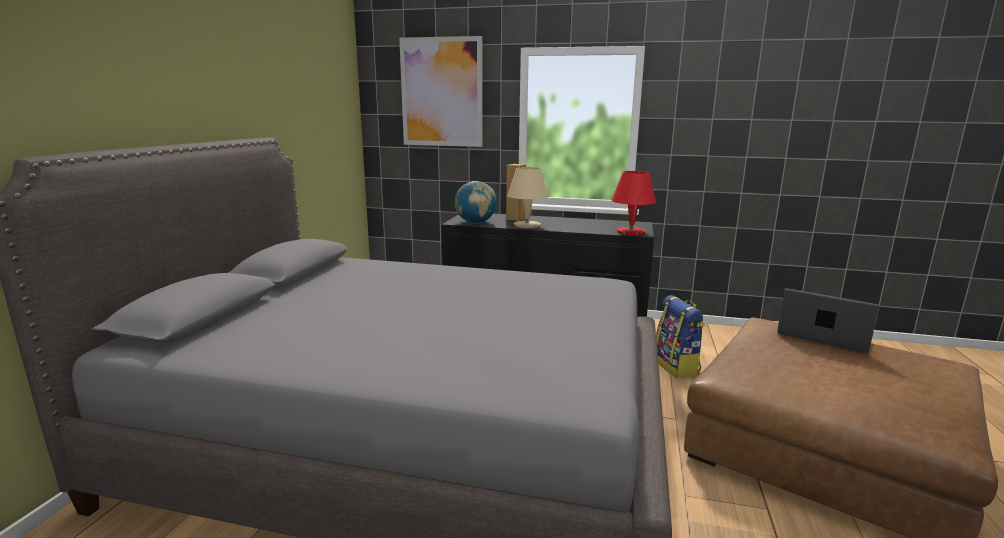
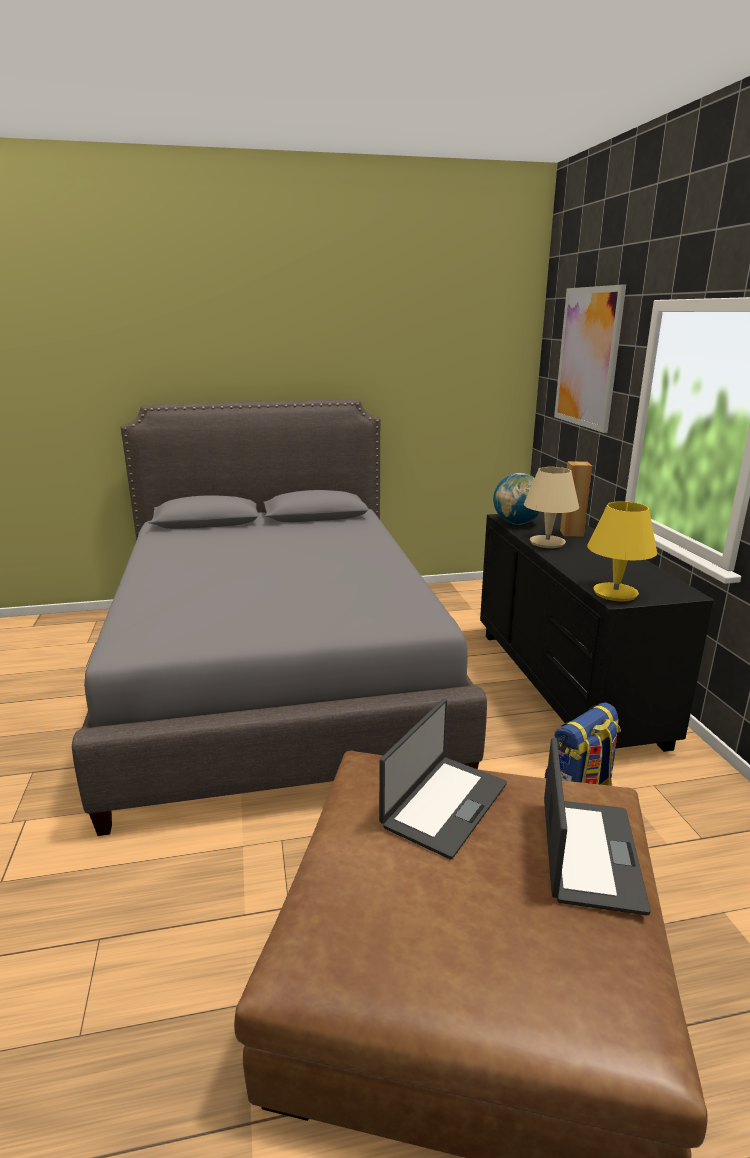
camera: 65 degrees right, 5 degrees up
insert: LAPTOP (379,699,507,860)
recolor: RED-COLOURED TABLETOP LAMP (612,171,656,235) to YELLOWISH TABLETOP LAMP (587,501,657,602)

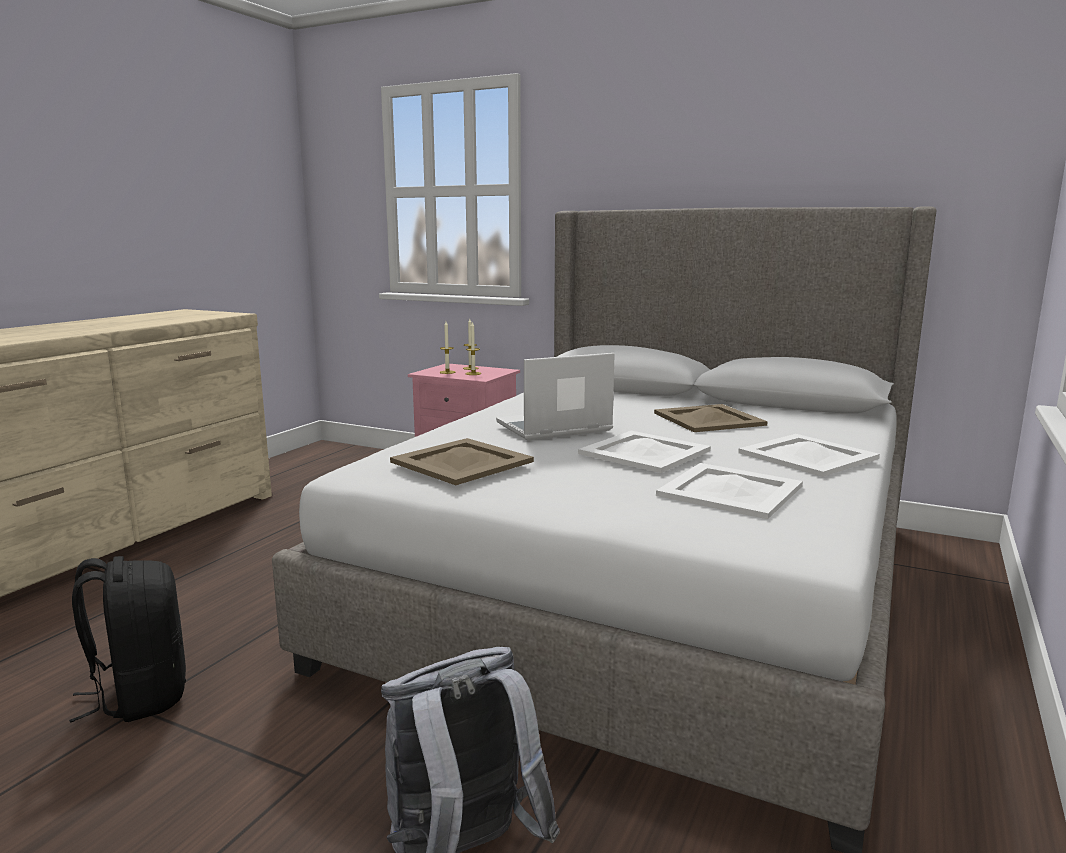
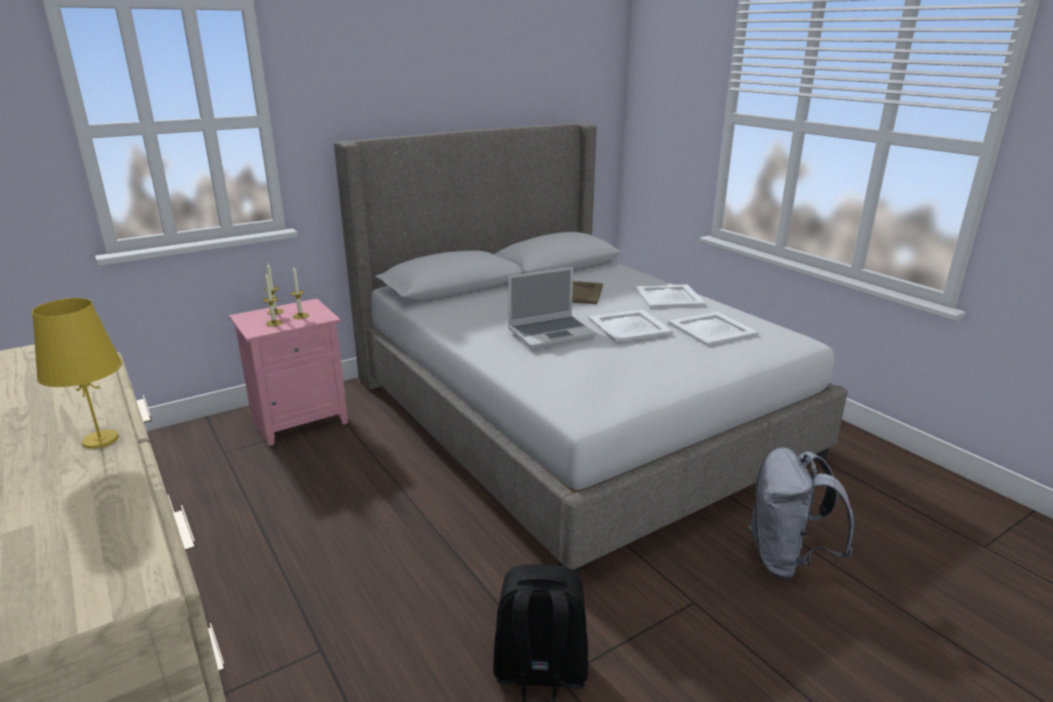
camera: 60 degrees left, 10 degrees up
delete: BEIGE-COLOURED TRAY (390,438,534,485)
insert: YELLOWISH TABLETOP LAMP (32,298,122,449)
rotate: LAPTOP (496,353,615,441) = (508,267,596,349) 120 degrees counterclockwise

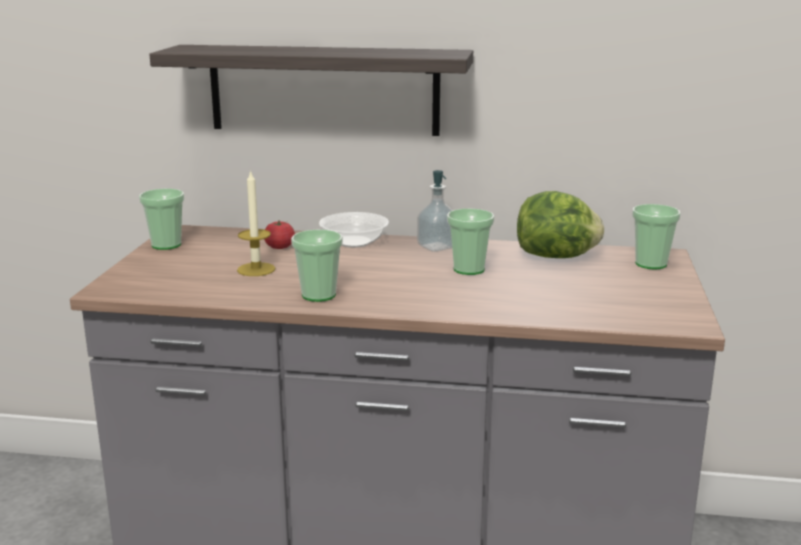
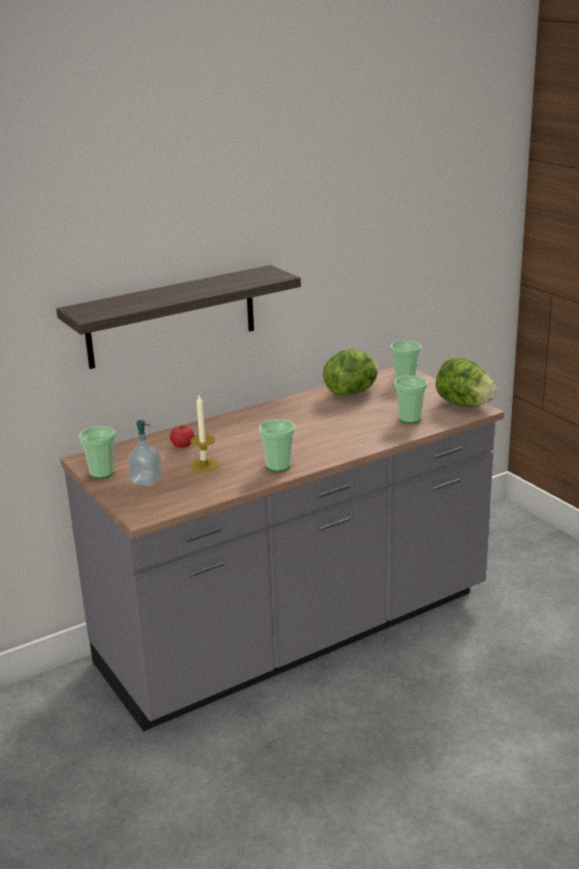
camera: 40 degrees left, 5 degrees up
delete: DEEP DISH (319,212,389,248)
insert: HEAD OF LETTUCE (436,357,497,407)
move: SOAP BOTTLE (417,170,453,252) to (128,420,162,486); DRINKING CUP (447,209,494,275) to (394,376,428,423)

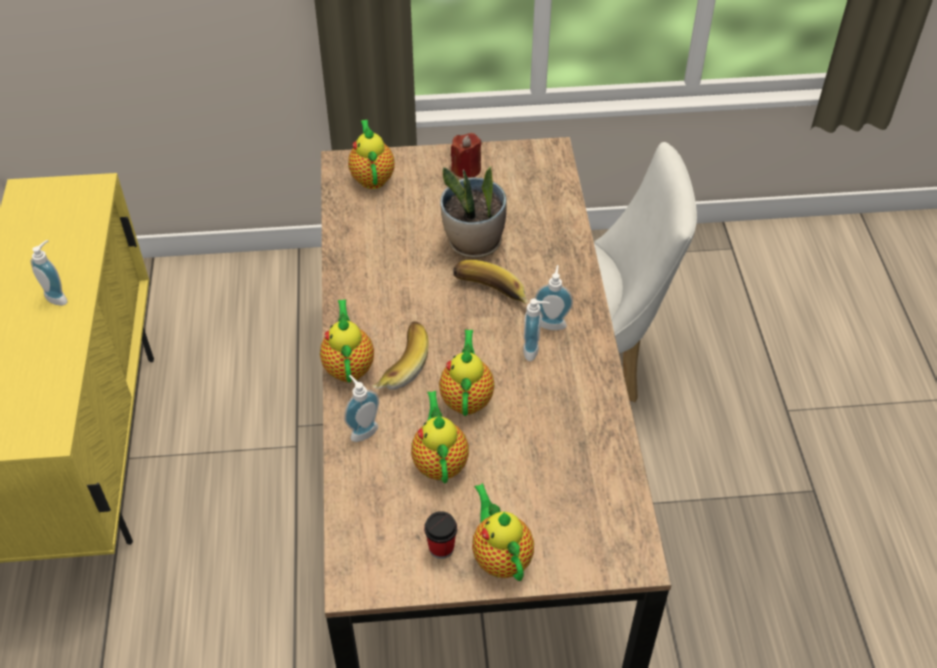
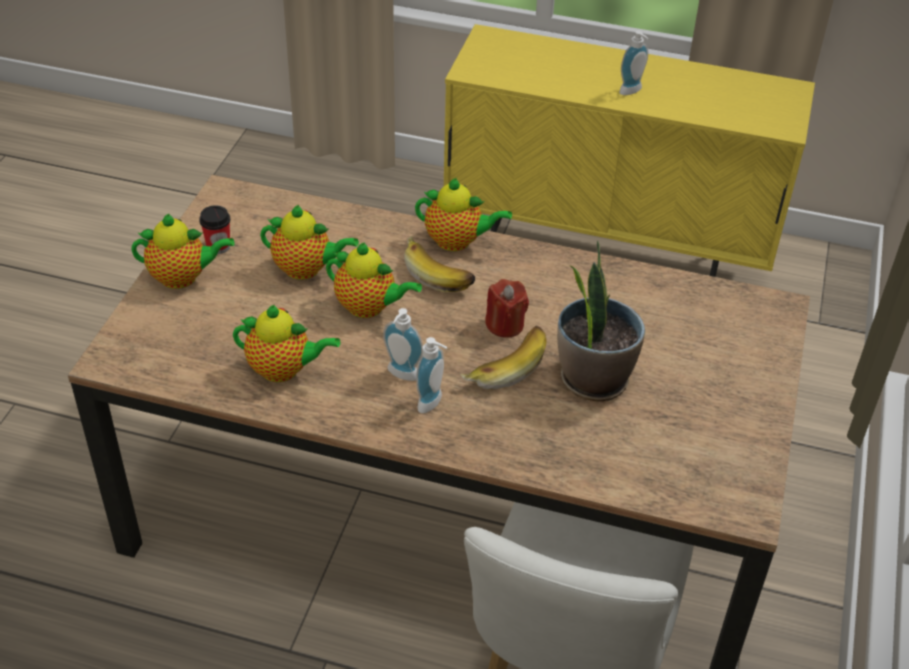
camera: 110 degrees right, 5 degrees down
delete: SOAP BOTTLE (344,375,379,442)
move: TEAPOT (348,120,395,189) to (233,305,340,382); RED-COLOURED CANDLE (451,133,481,178) to (485,279,529,338)

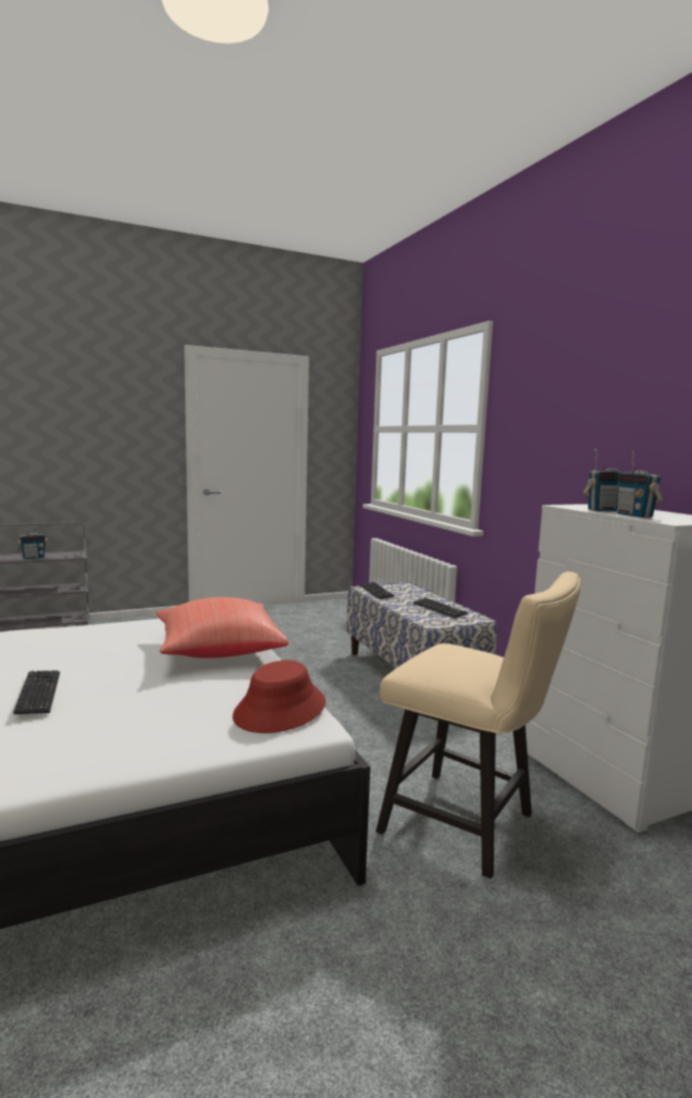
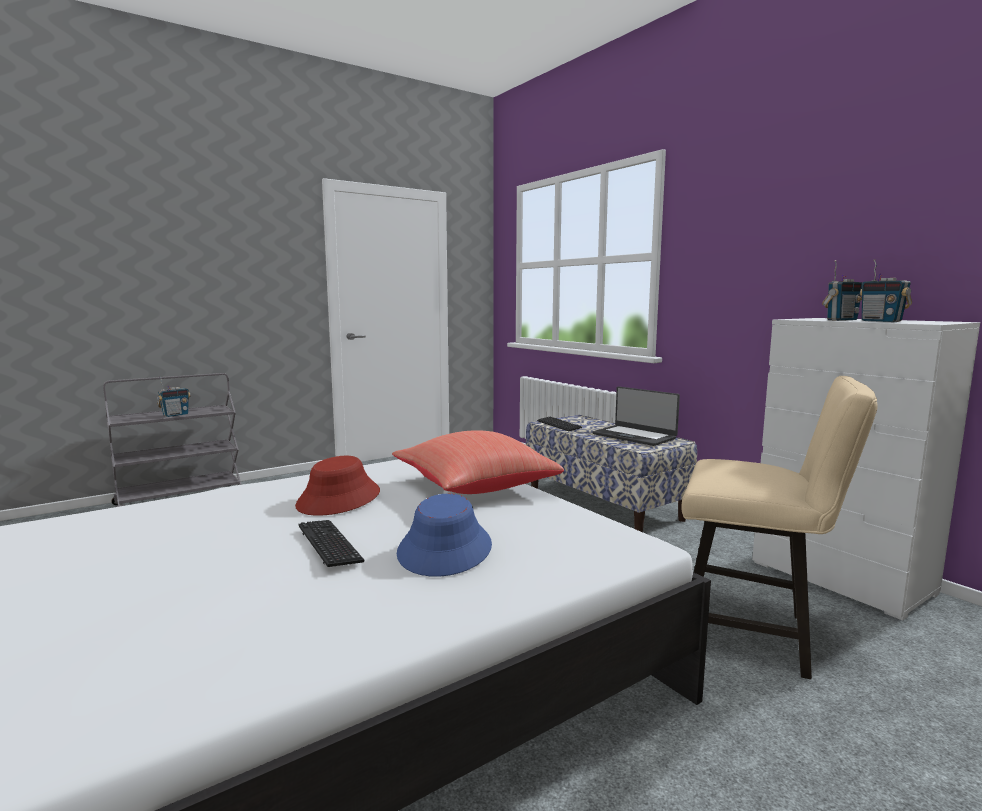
camera: 10 degrees left, 0 degrees up
insert: BLUISH WEARABLE HAT (397,494,492,577)
move: RED-COLOURED WEARABLE HAT (233,660,326,733) to (295,456,380,516)
replace: KEYBOARD (413,598,468,618) to LAPTOP (592,386,680,446)

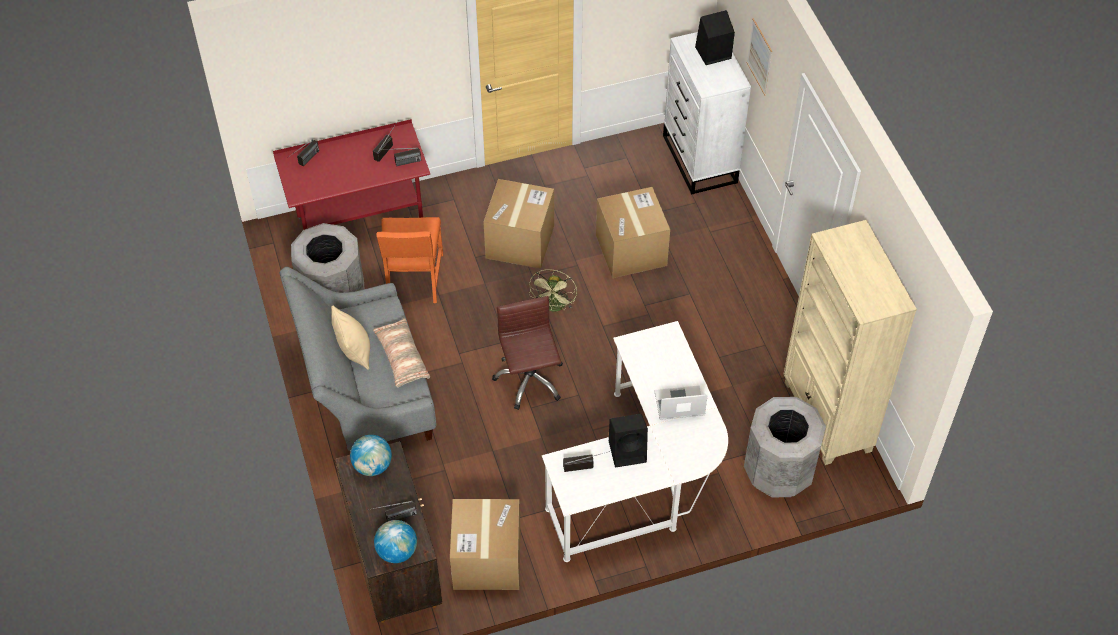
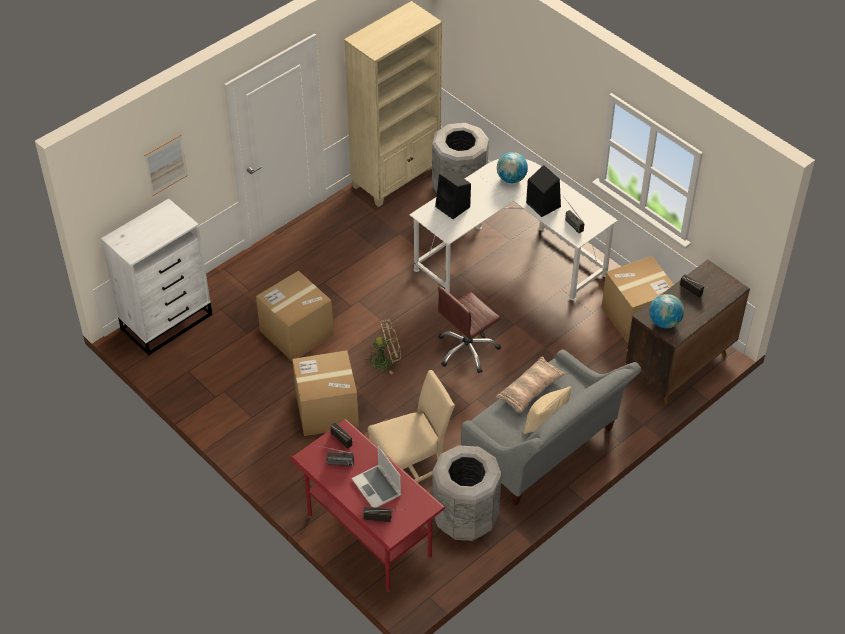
camera: 115 degrees left, 5 degrees down
move: LAPTOP (654,386,708,420) to (352,446,401,508); BLACK LOUDSPEAKER (695,10,735,65) to (435,171,471,219); DESK GLOBE (374,520,417,563) to (497,152,528,183)
recolor: ORANGE PLAIN CHAIR (376,217,443,303) to BEIGE-COLOURED PLAIN CHAIR (368,370,455,483)

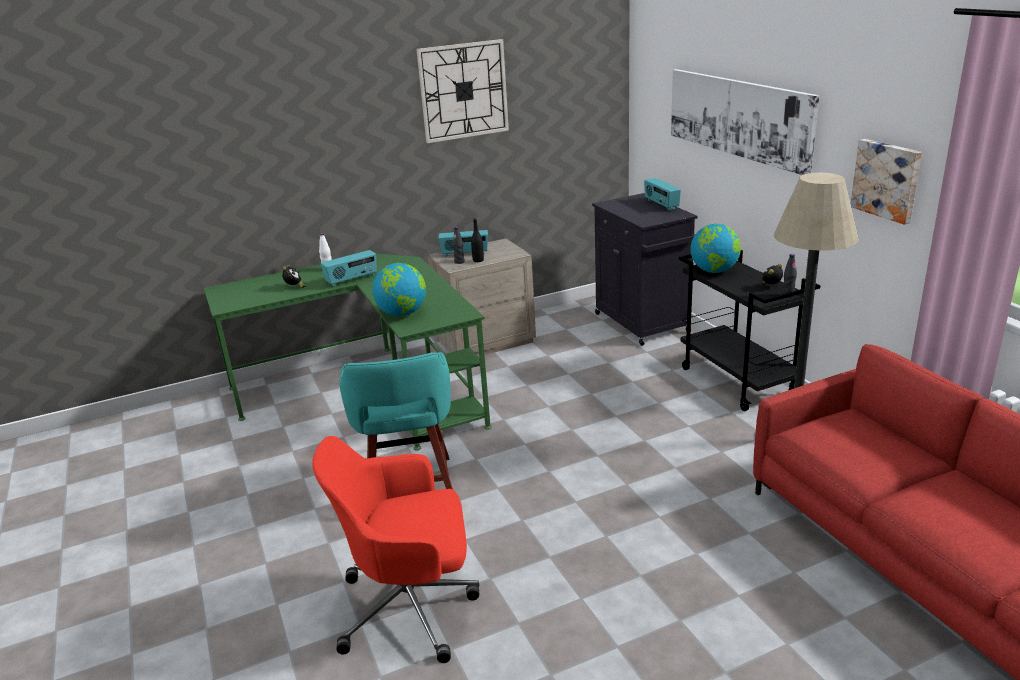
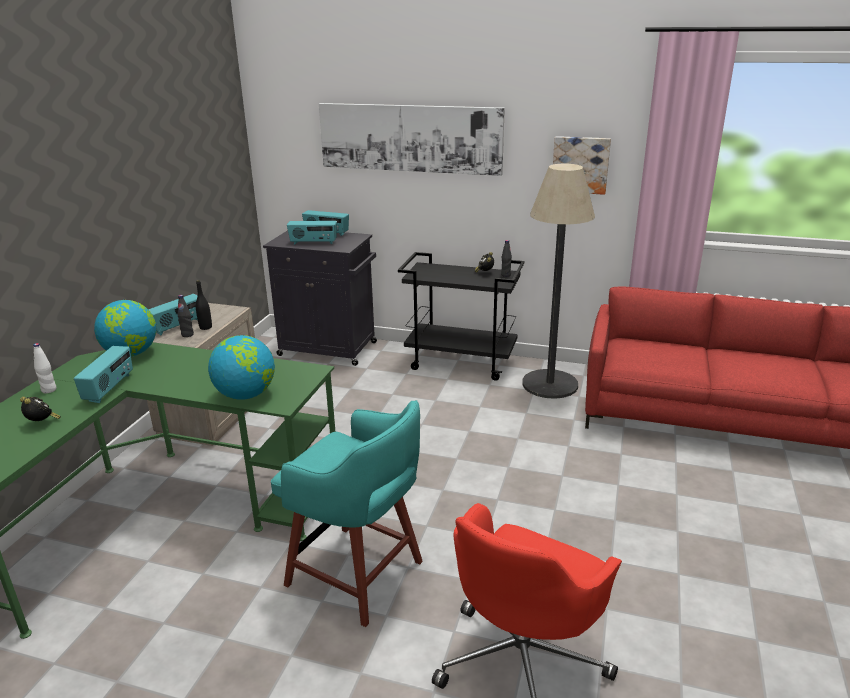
camera: 50 degrees left, 0 degrees up
delete: CLOCK ON THE WALL (416,39,509,143)
insert: RADIO RECEIVER (287,221,337,244)
move: DESK GLOBE (690,224,741,273) to (94,300,156,357)

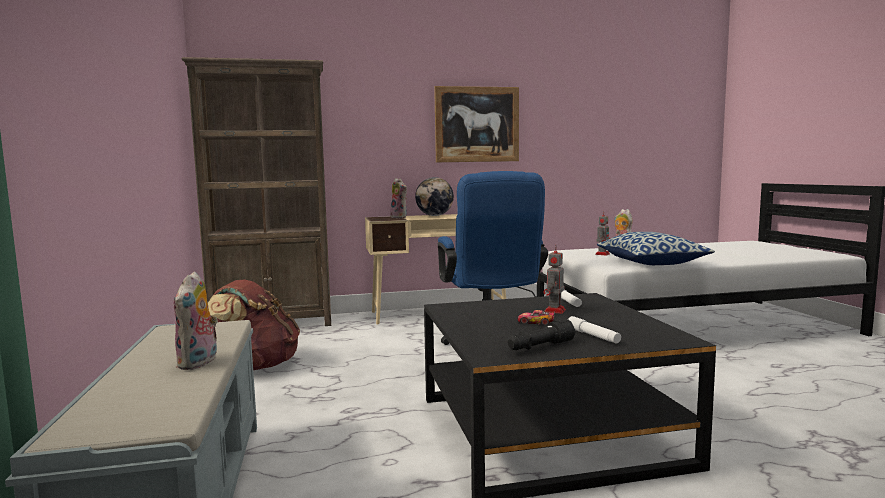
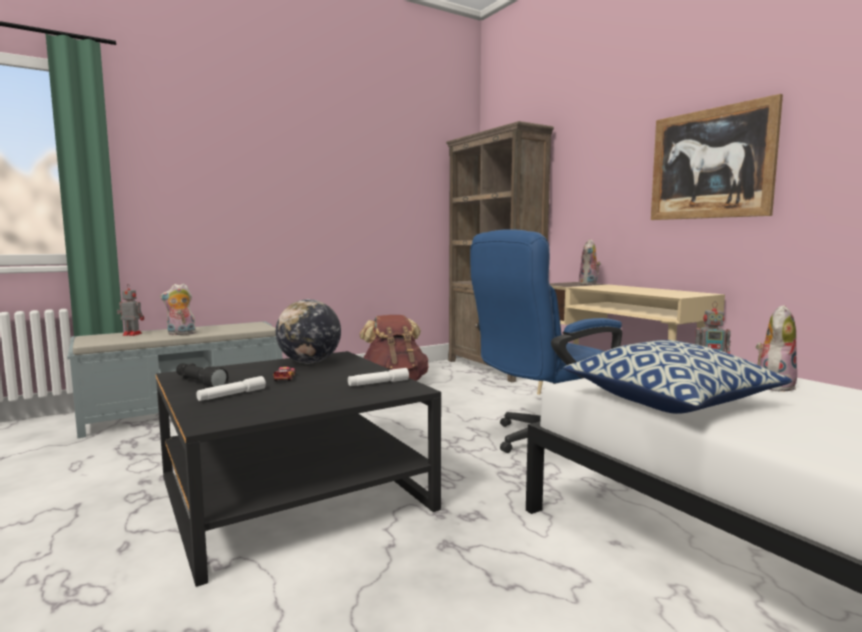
camera: 70 degrees right, 0 degrees up
move: TOY ROBOT (544,245,566,314) to (117,287,144,336); DESK GLOBE (415,177,454,216) to (276,299,341,364)

